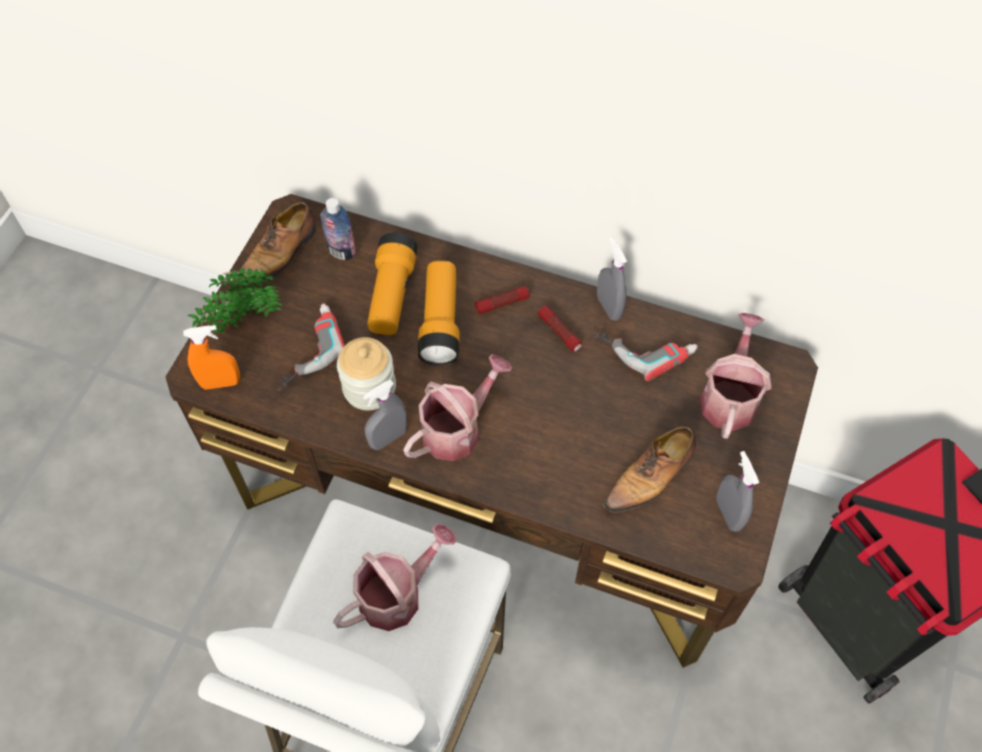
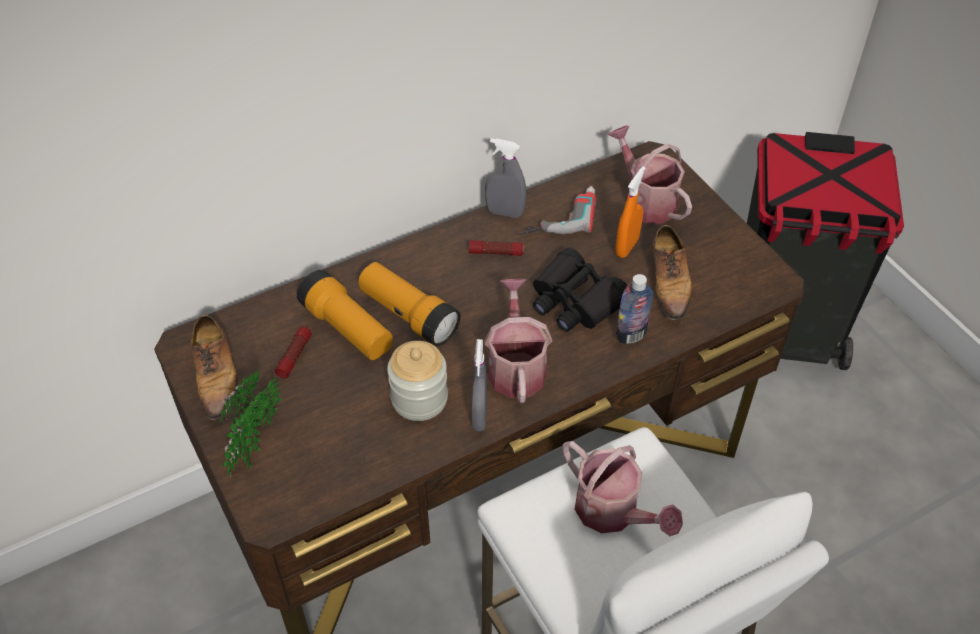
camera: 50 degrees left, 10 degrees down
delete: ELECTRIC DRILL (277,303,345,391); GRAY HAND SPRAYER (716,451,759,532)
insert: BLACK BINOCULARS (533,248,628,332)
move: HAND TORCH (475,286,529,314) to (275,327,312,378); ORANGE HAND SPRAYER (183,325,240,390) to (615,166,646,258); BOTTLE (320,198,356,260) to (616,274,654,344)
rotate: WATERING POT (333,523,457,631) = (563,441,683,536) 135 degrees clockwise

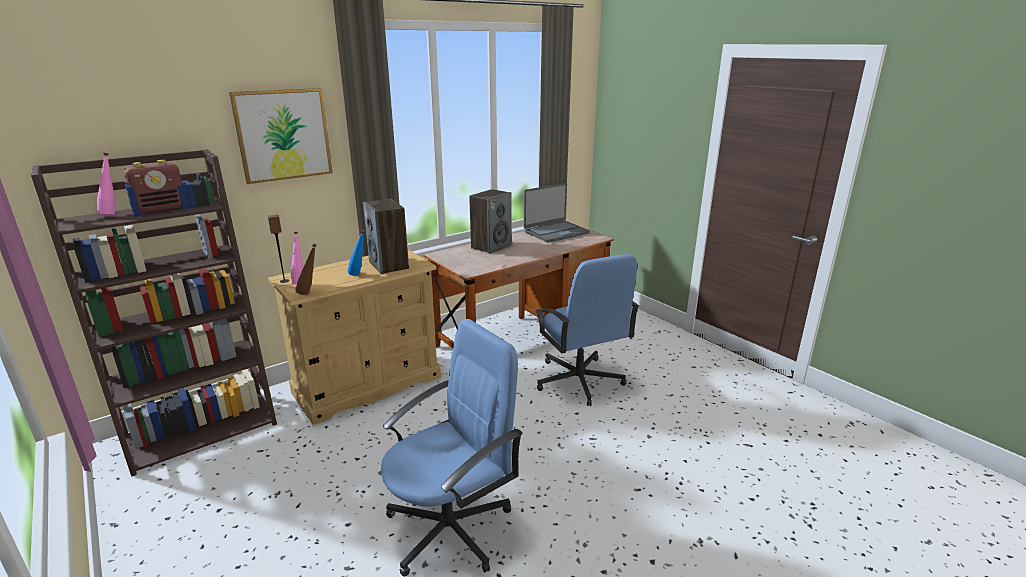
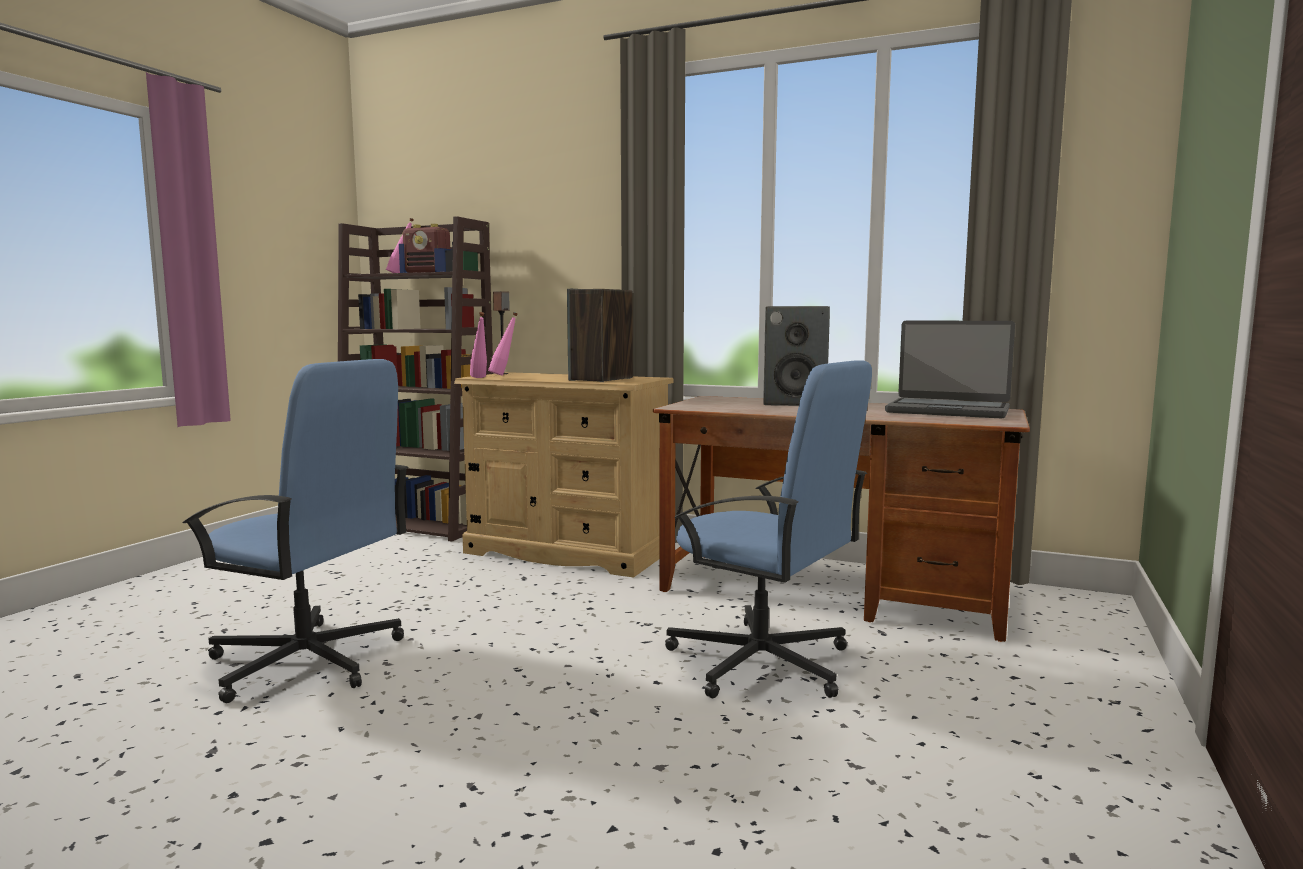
camera: 60 degrees right, 15 degrees down
delete: WALL ART (229,88,333,184); BLUISH BOTTLE (347,230,365,276)
recolor: BROWN-COLOURED BOTTLE (295,244,317,295) to PINK BOTTLE (470,312,487,378)
rotate: BLUISH DESK CHAIR (535,254,639,406) = (665,360,872,698) 90 degrees counterclockwise

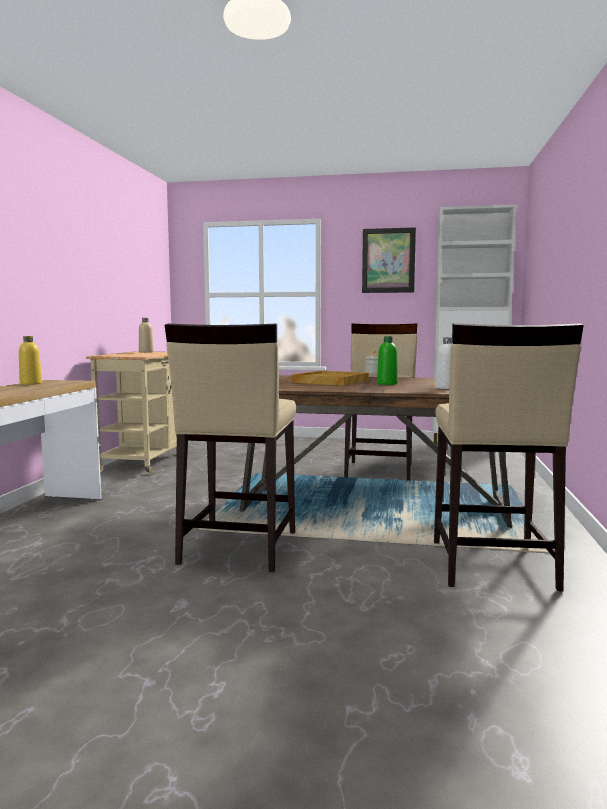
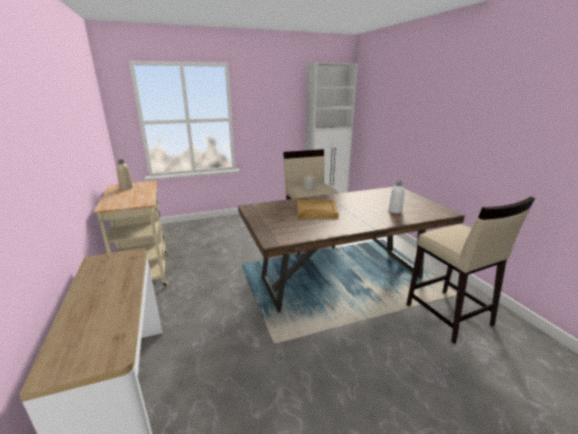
camera: 30 degrees left, 15 degrees up
delete: YELLOWISH BOTTLE (19,336,42,385); BEIGE-COLOURED STOOL SEAT (165,323,296,572); WALL ART (362,227,416,293); GREENISH BOTTLE (377,336,398,385)

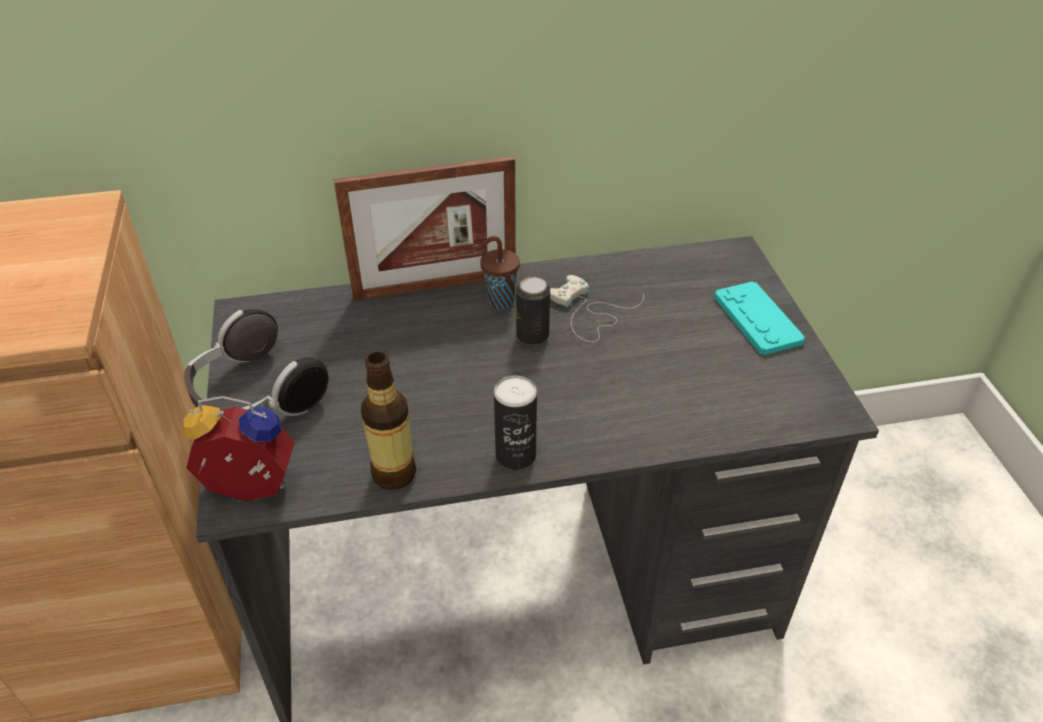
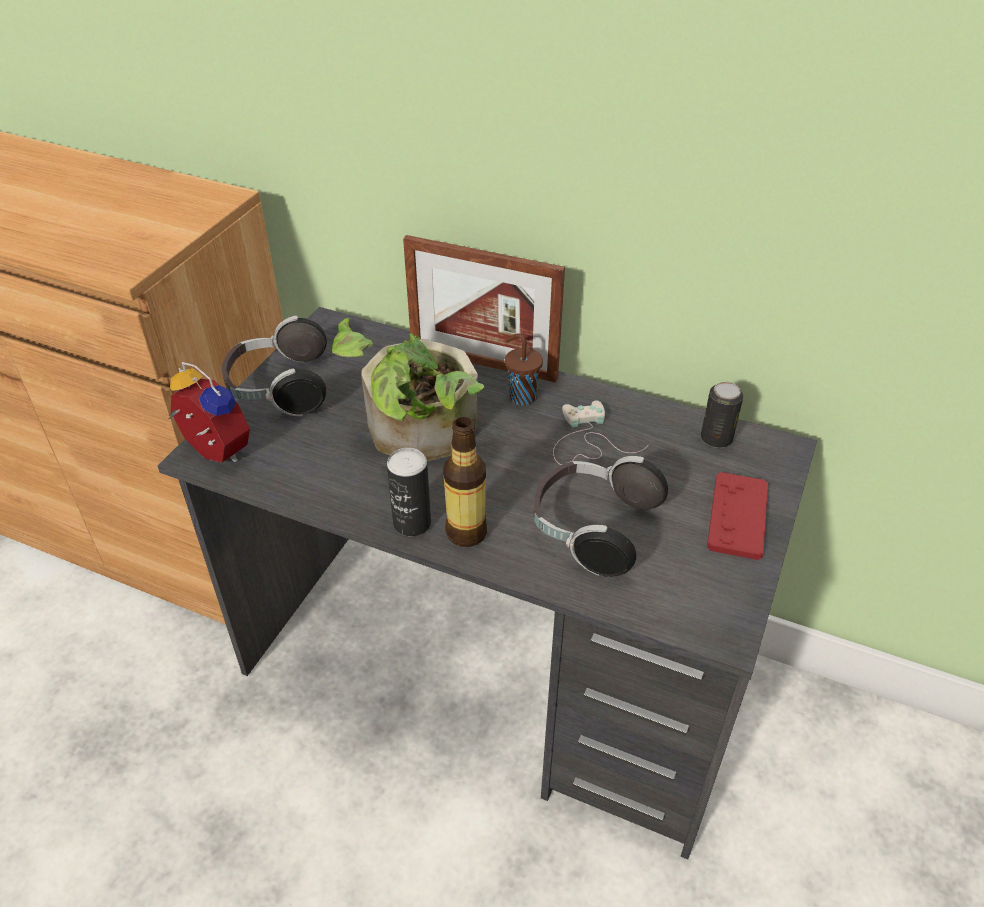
camera: 35 degrees right, 0 degrees up
insert: POTTED PLANT (332,318,484,462); HEADSET (534,456,668,577)
move: BOTTLE (361,352,416,490) to (443,417,487,547); CAN (516,277,550,345) to (701,382,743,448)
recolor: TURQUOISE GAME CONTROLLER (714,281,805,355) to RED-COLOURED GAME CONTROLLER (707,472,768,560)

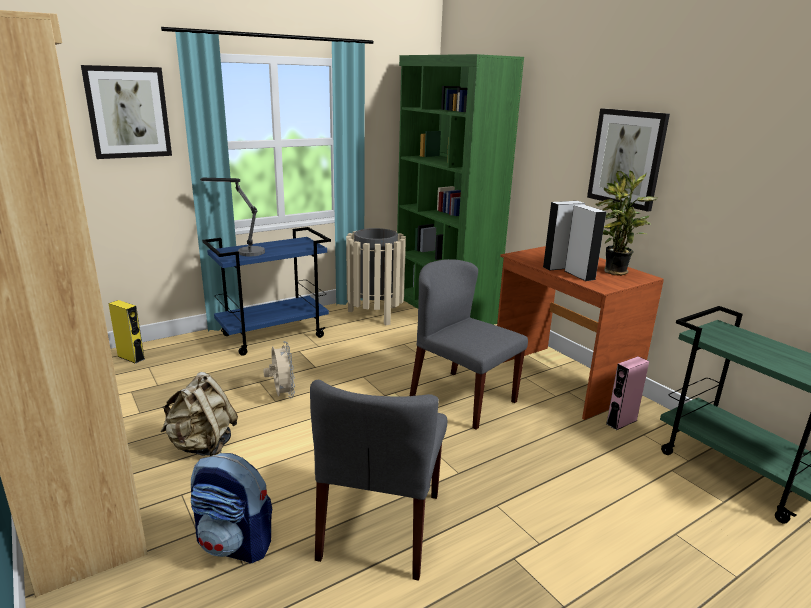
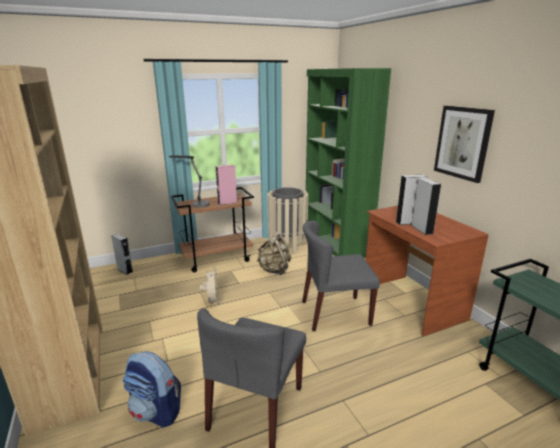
camera: 10 degrees right, 0 degrees up
delete: WALL ART (81,65,172,159); POTTED PLANT (595,170,658,276)
move: PINK LOUDSPEAKER (606,356,649,430) to (216,165,237,205); BEIGE-COLOURED RUCKSACK (161,372,238,456) to (257,233,291,275)
recolor: YELLOWISH LOUDSPEAKER (108,300,145,364) to GRAY LOUDSPEAKER (111,234,133,275); BLUISH CART (202,227,331,356) to BROWN-COLOURED CART (171,187,254,272)
rotate: GRAY PLAIN CHAIR (410,259,528,430) = (302,221,380,331) 60 degrees counterclockwise

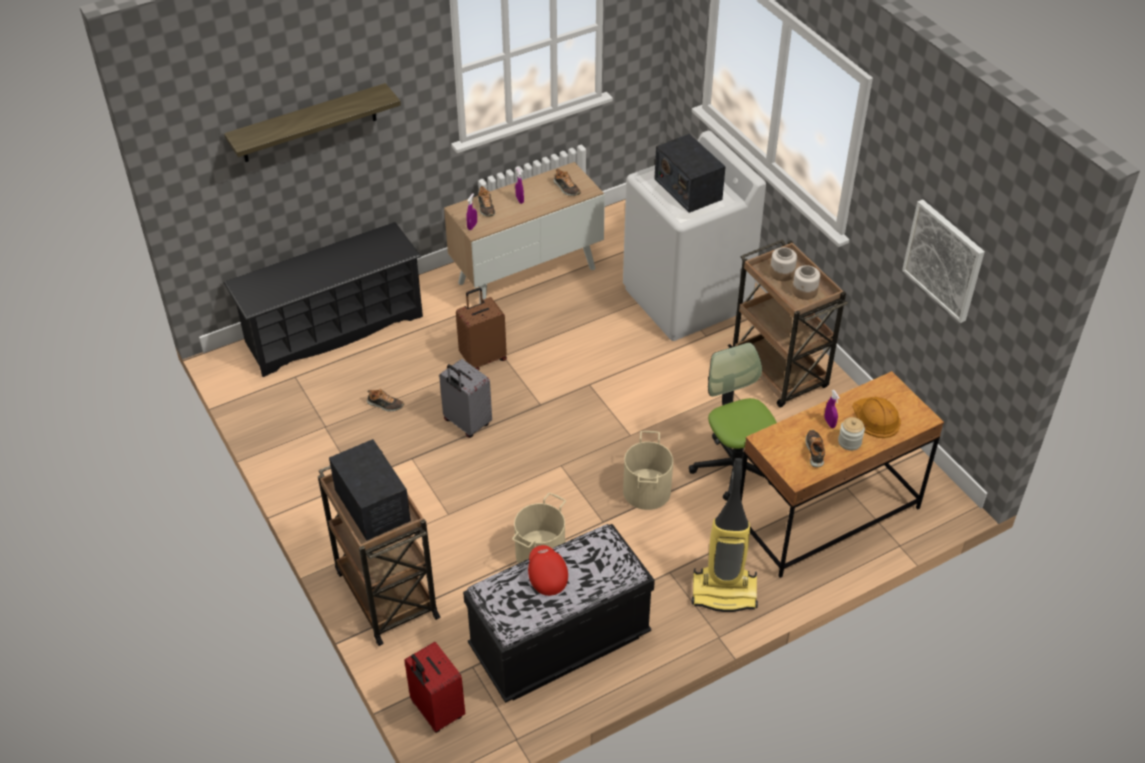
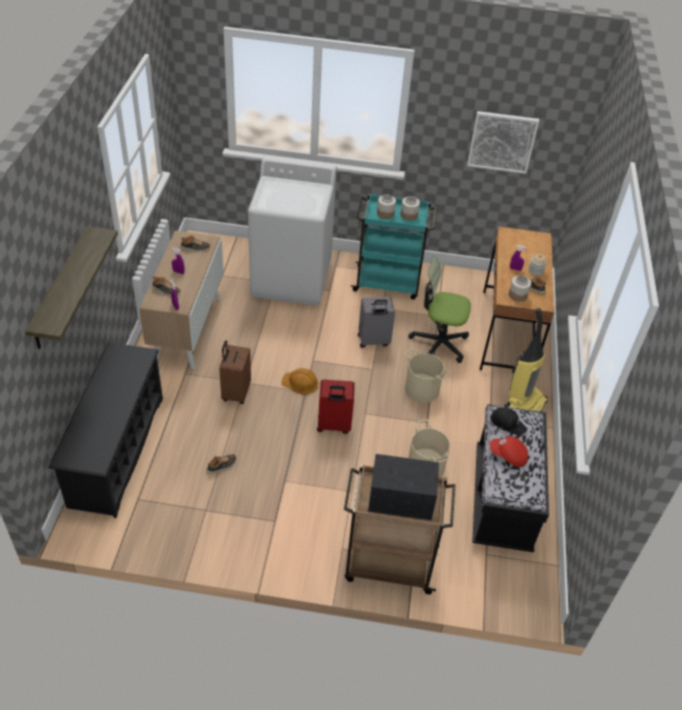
camera: 55 degrees left, 0 degrees up
delete: RADIO RECEIVER (654,134,726,213)
insert: BLACK CAP (490,408,527,435); JAR (509,275,531,302)
move: ORANGE HARD HAT (852,397,901,438) to (281,368,319,395); RED-COLOURED TRAVEL CASE (404,642,465,733) to (317,379,355,434); GRAY TRAVEL CASE (439,359,492,438) to (358,297,395,348)
recolor: BROWN-COLOURED CART (728,239,848,408) to TURQUOISE CART (351,194,437,300)

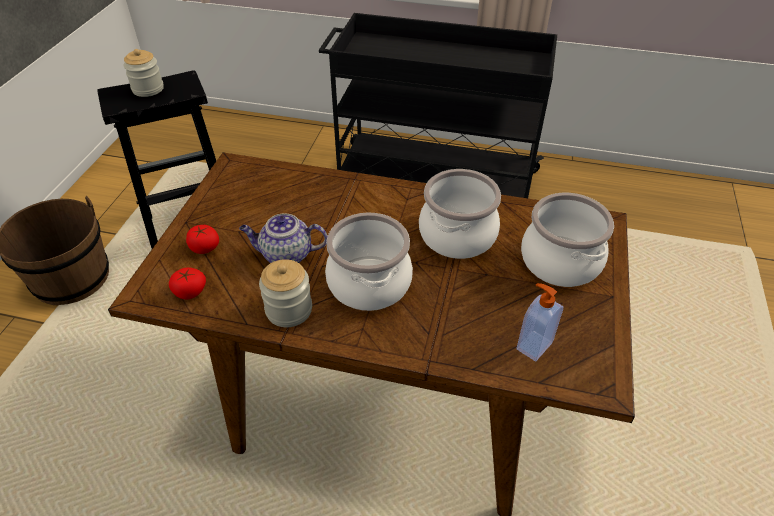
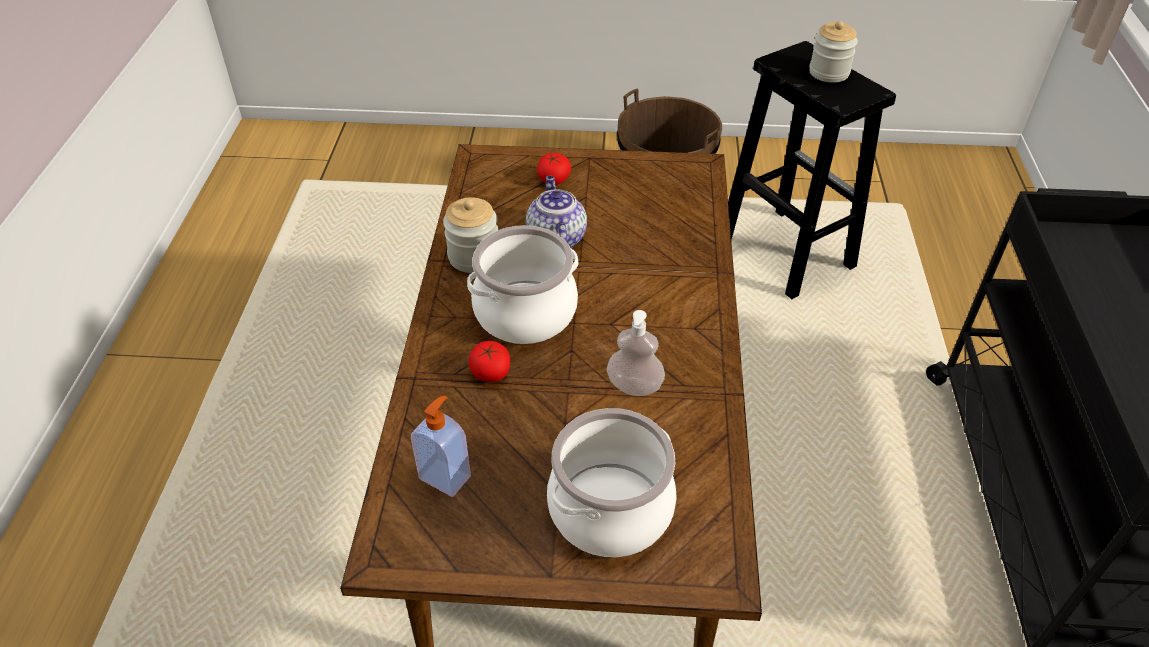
camera: 80 degrees right, 0 degrees up
move: WHOLE TOMATO (169,267,206,299) to (469,341,510,382)
replace: STOCKPOT (419,169,501,259) to SOAP BOTTLE (607,310,665,396)

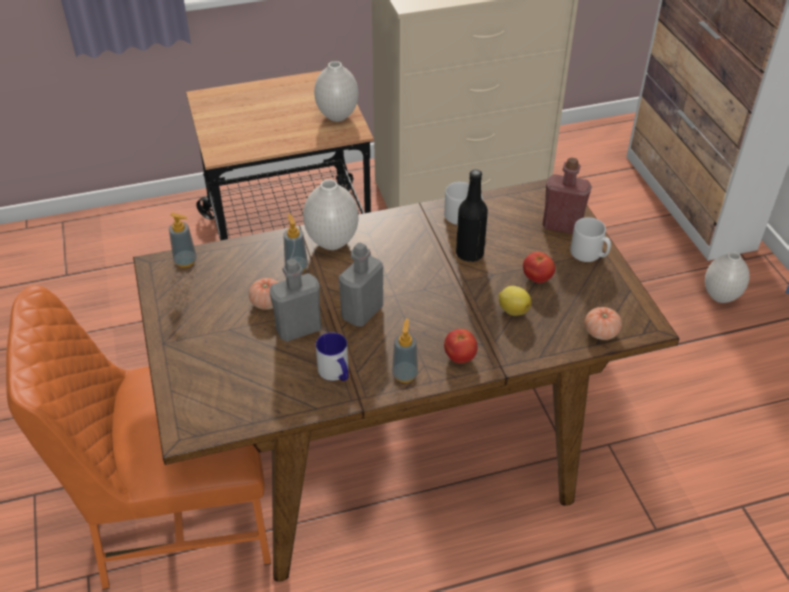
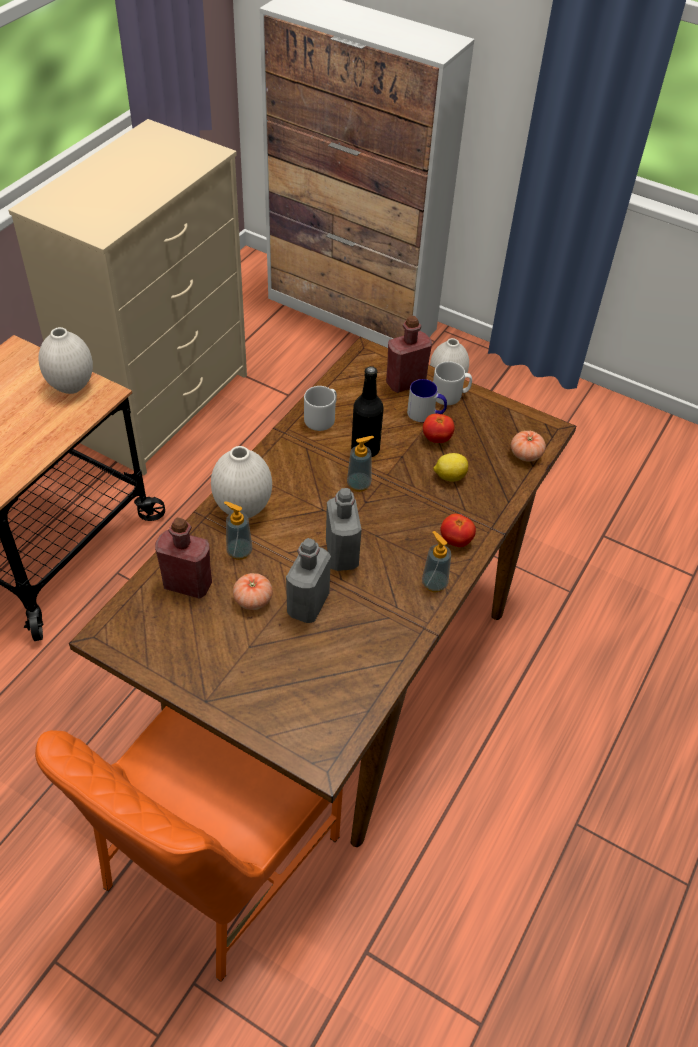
camera: 45 degrees left, 5 degrees up
insert: RED-COLOURED BOTTLE (155,517,212,599)
move: SOAP BOTTLE (169,213,197,268) to (347,436,374,492); MUG (316,332,349,381) to (407,379,447,422)

